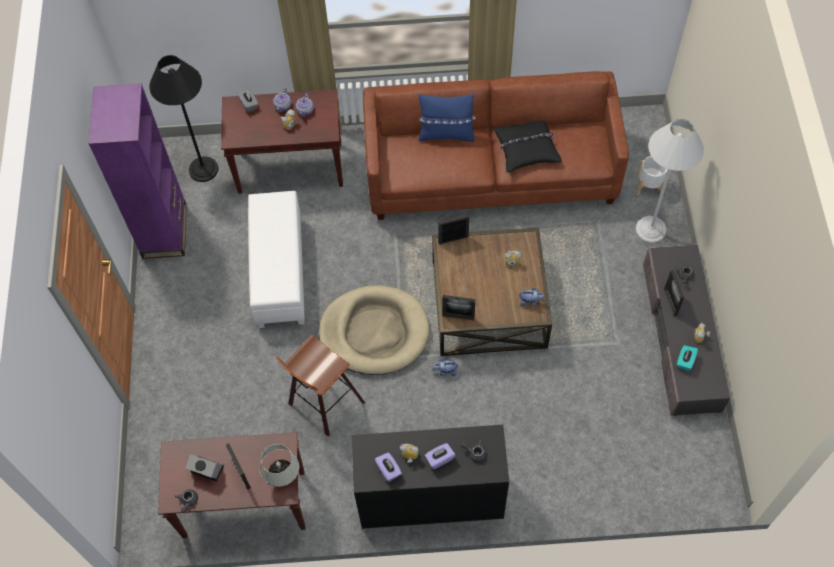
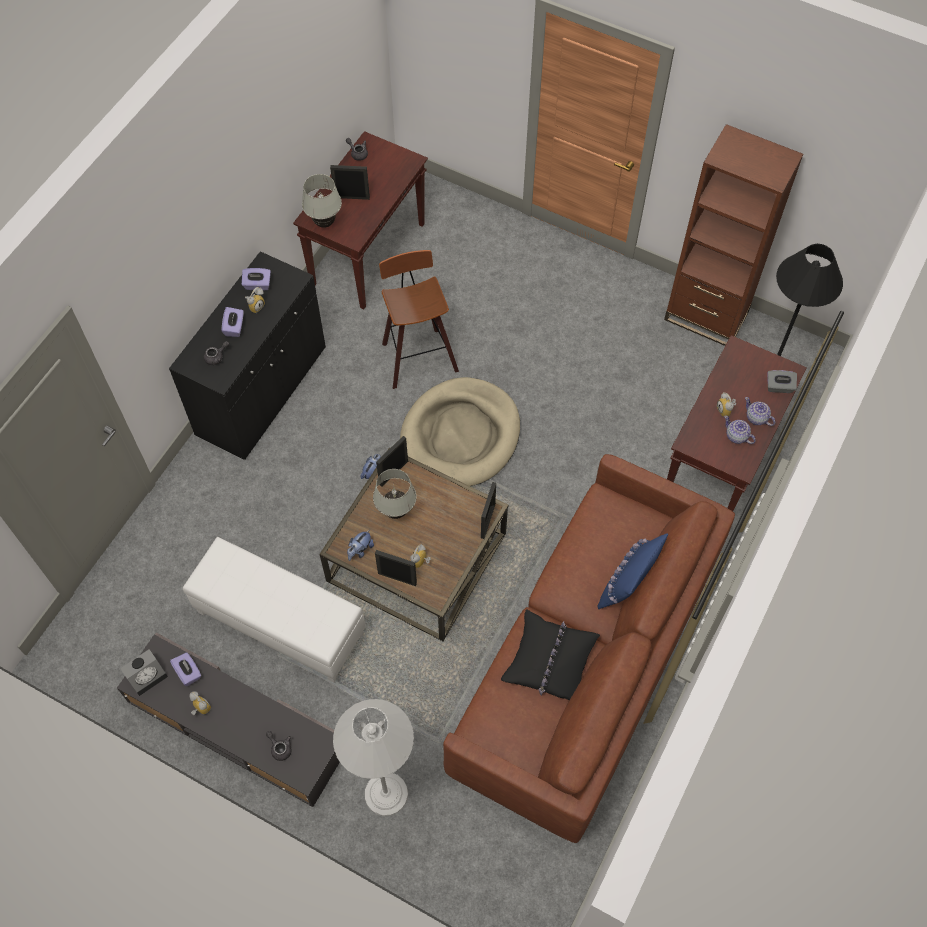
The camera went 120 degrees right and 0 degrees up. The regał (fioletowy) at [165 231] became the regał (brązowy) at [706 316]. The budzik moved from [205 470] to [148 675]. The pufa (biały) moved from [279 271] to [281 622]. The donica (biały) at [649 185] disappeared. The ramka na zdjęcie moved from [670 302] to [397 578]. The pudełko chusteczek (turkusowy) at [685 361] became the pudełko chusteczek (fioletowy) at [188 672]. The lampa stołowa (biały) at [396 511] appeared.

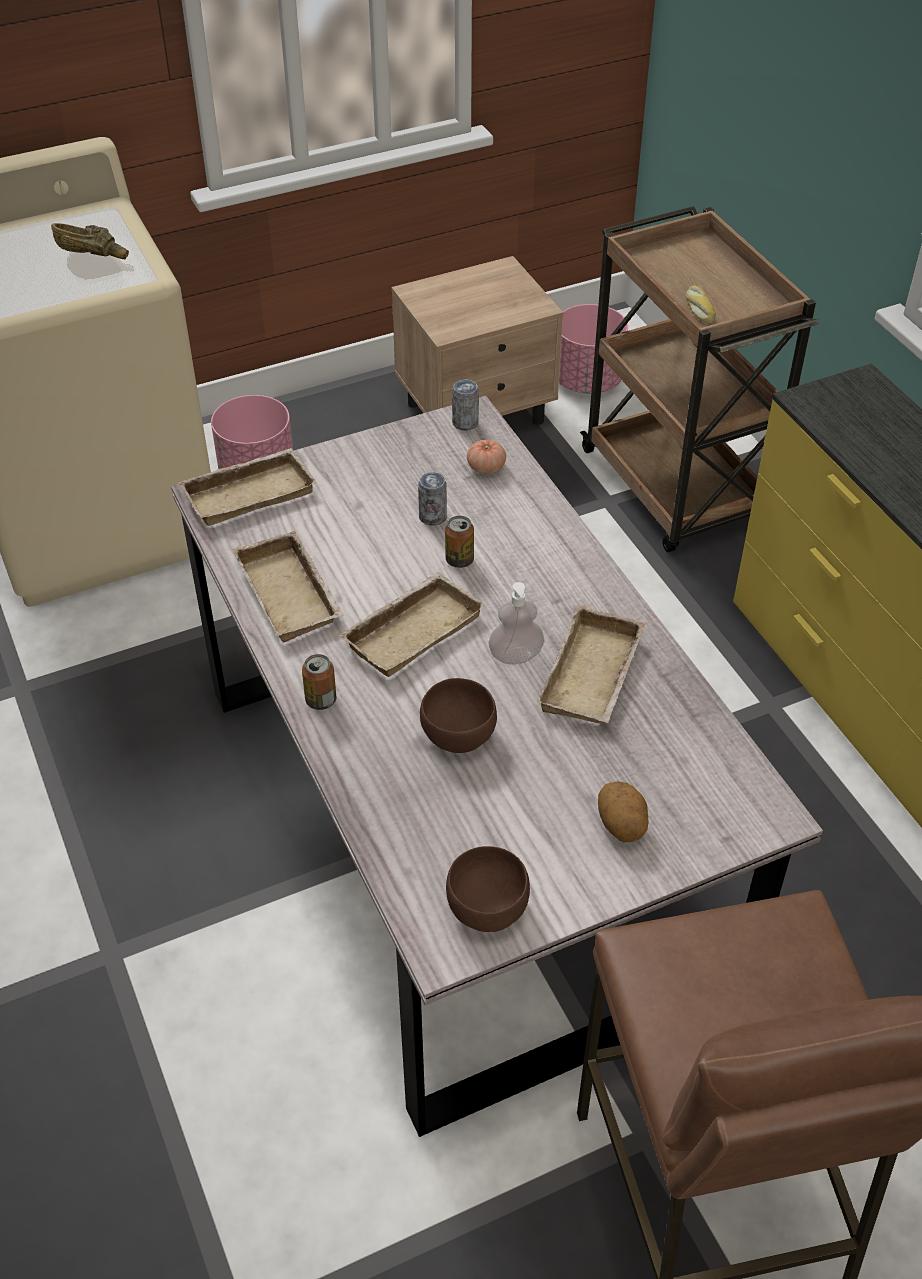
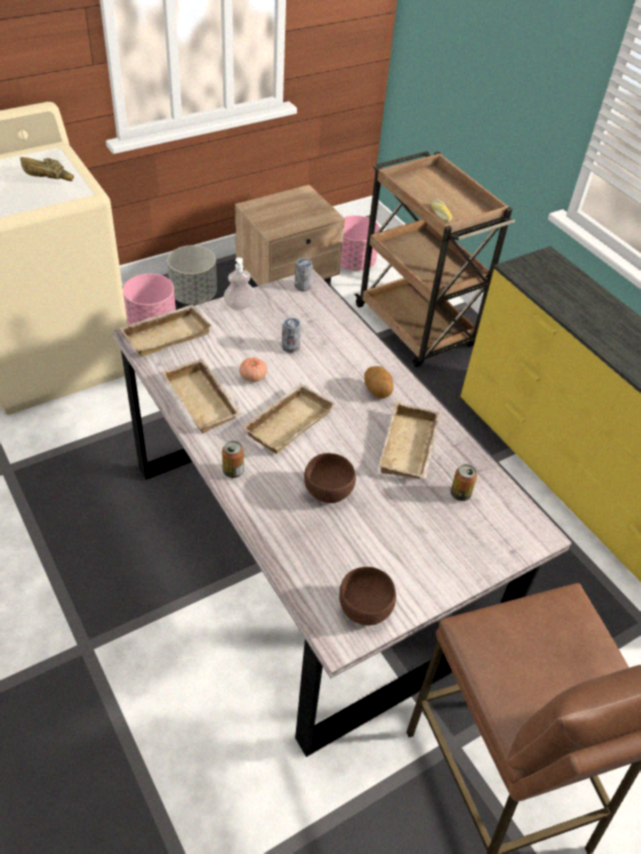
The camera went 10 degrees left and 0 degrees up. The puszka moved from [459 560] to [460 494]. The pomidor moved from [486 467] to [253 377]. The dozownik mydła moved from [515 655] to [239 305]. The ziemniak moved from [622 825] to [377 391]. The donica (szary) at [194 295] appeared.

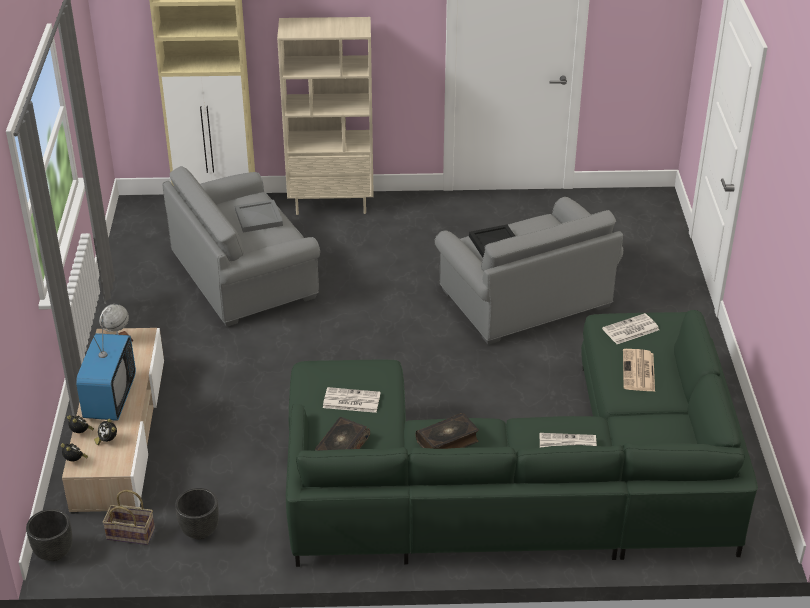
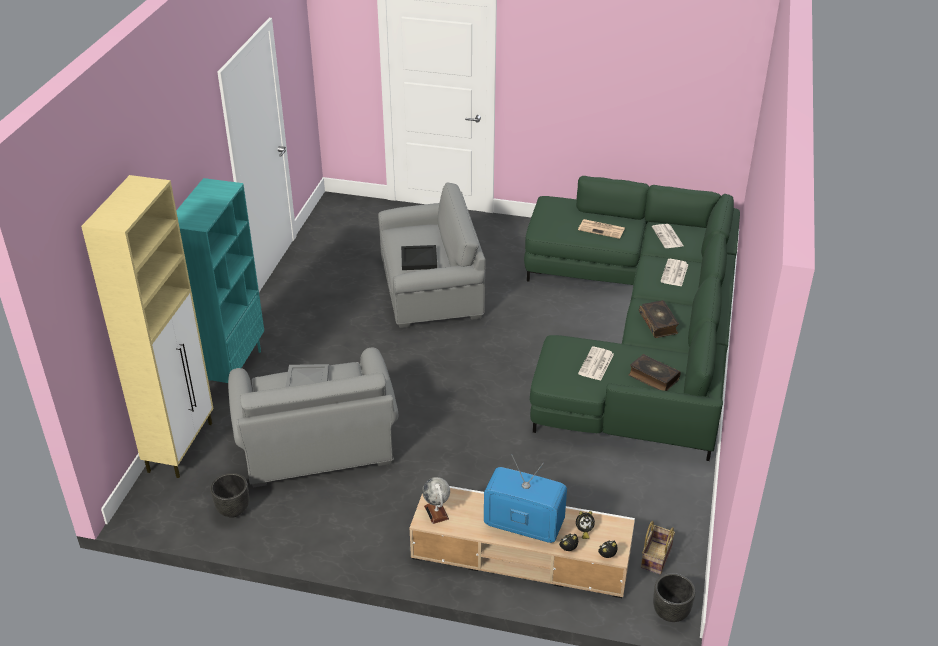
The camera went 75 degrees left and 0 degrees up. The donica (czarny) moved from [200 530] to [233 510]. The regał (beżowy) at [332 204] became the regał (turkusowy) at [231 369]. The gazeta moved from [630 330] to [668 237].

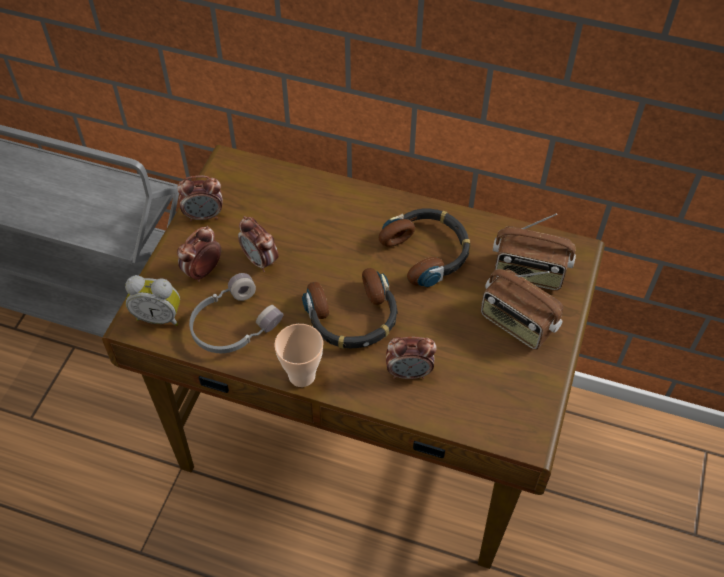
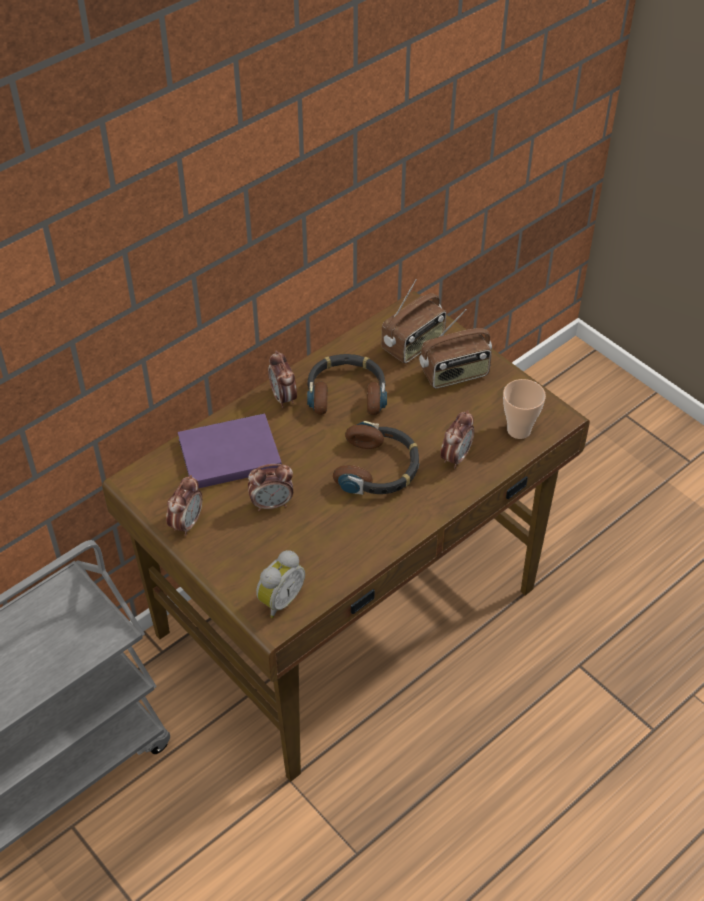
The camera went 60 degrees left and 5 degrees down. The budzik moved from [203 271] to [283 398]. The słuchawki (szary) at [232 324] disappeared. The filiżanka moved from [302 375] to [519 430]. The książka (fioletowy) at [226 454] appeared.

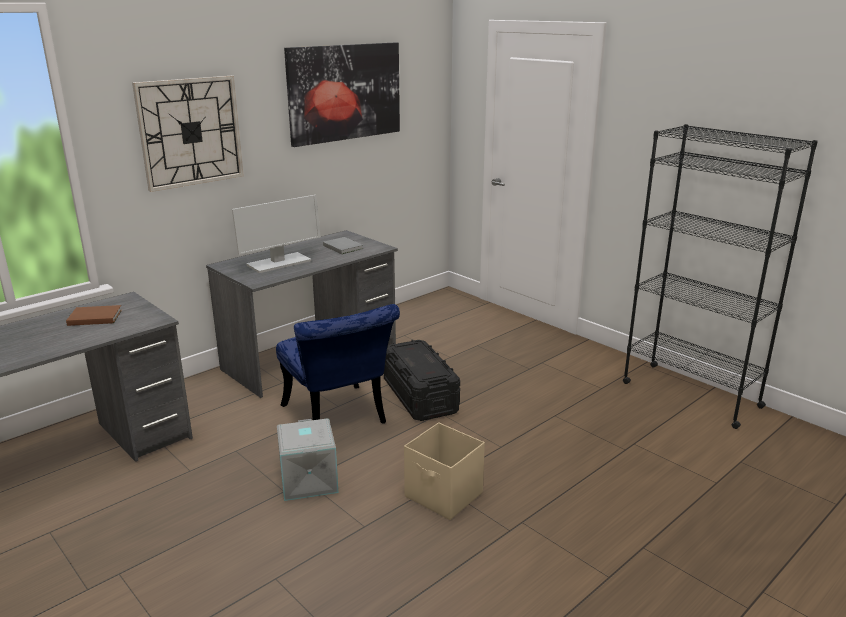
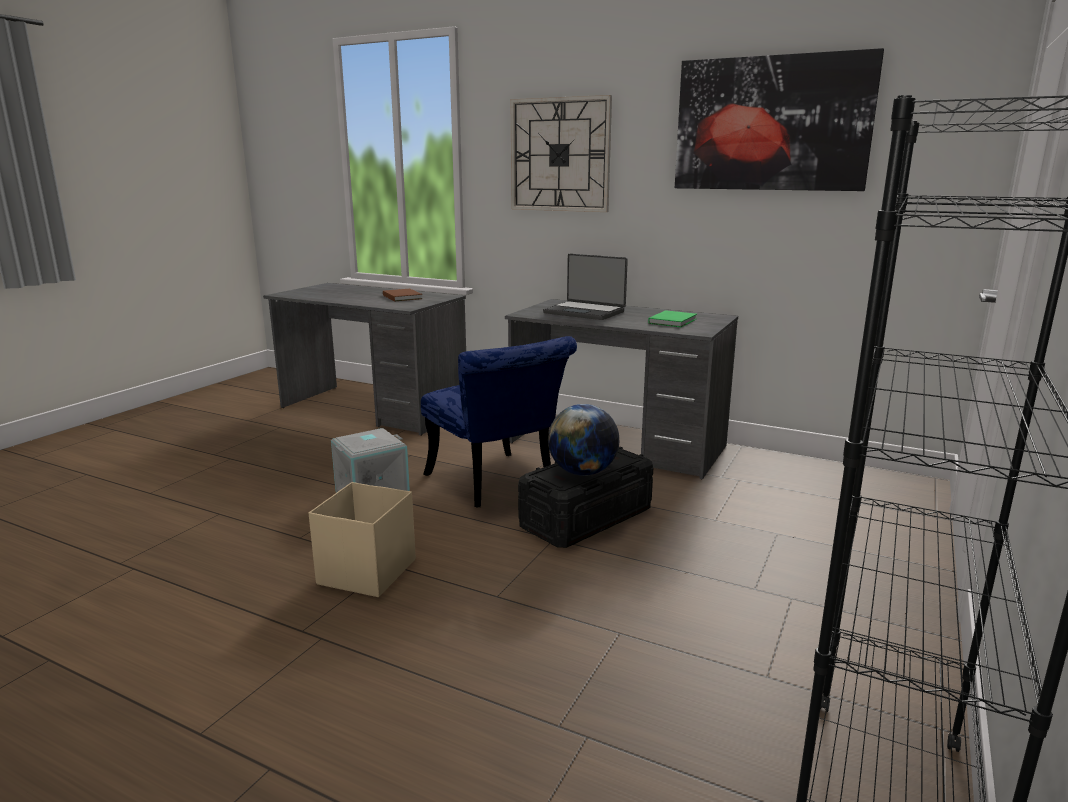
The camera went 70 degrees right and 5 degrees down. The monitor at [278 263] was replaced by the laptop at [585 312]. The krzesło (niebieski) at [338 418] turned 75 degrees counterclockwise. The książka (szary) at [343 247] became the książka (zielony) at [674 321]. The globus at [583 472] appeared.

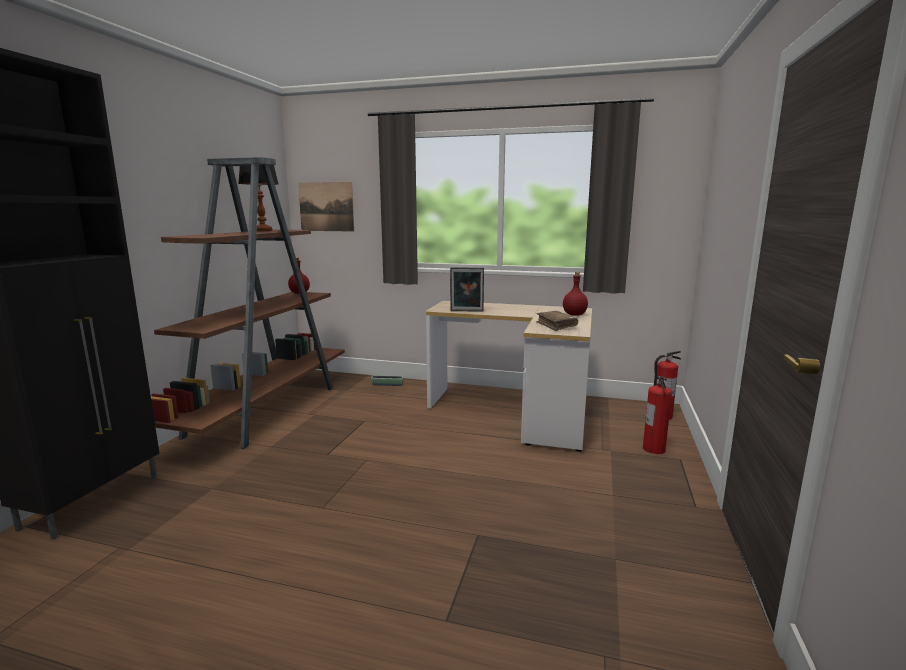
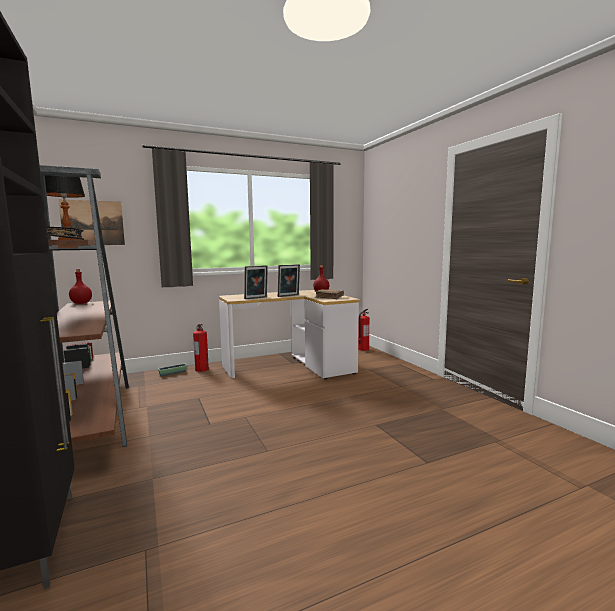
The camera went 40 degrees left and 5 degrees down. The gaśnica moved from [653 448] to [201 369]. The książka (czarny) at [66 239] appeared. The ramka na zdjęcie at [289 296] appeared.

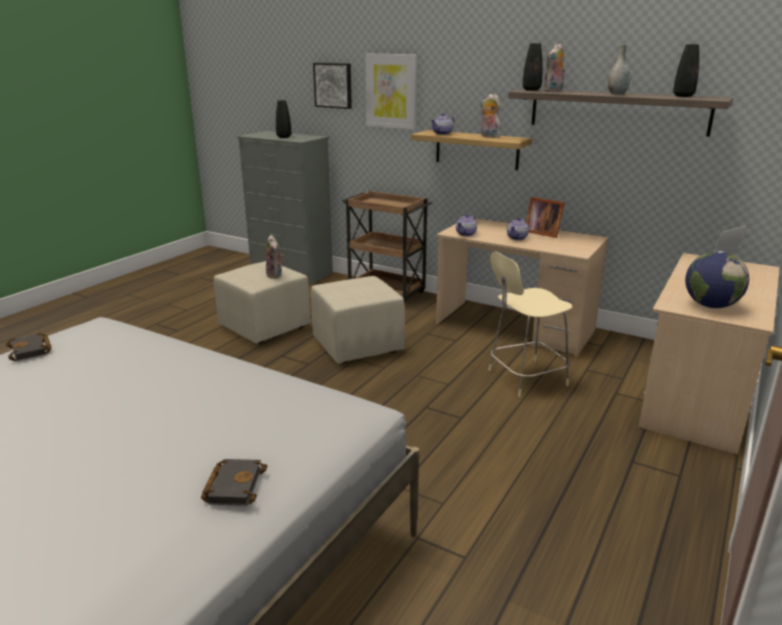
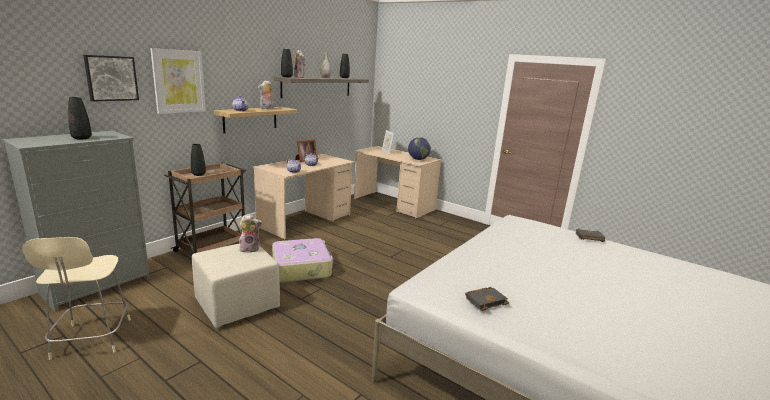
The camera went 85 degrees left and 5 degrees down. The pufa (beżowy) at [358 346] was replaced by the walizka at [302 267]. The krzesło (beżowy) moved from [524 378] to [91 340]. The wazon (czarny) at [198 174] appeared.

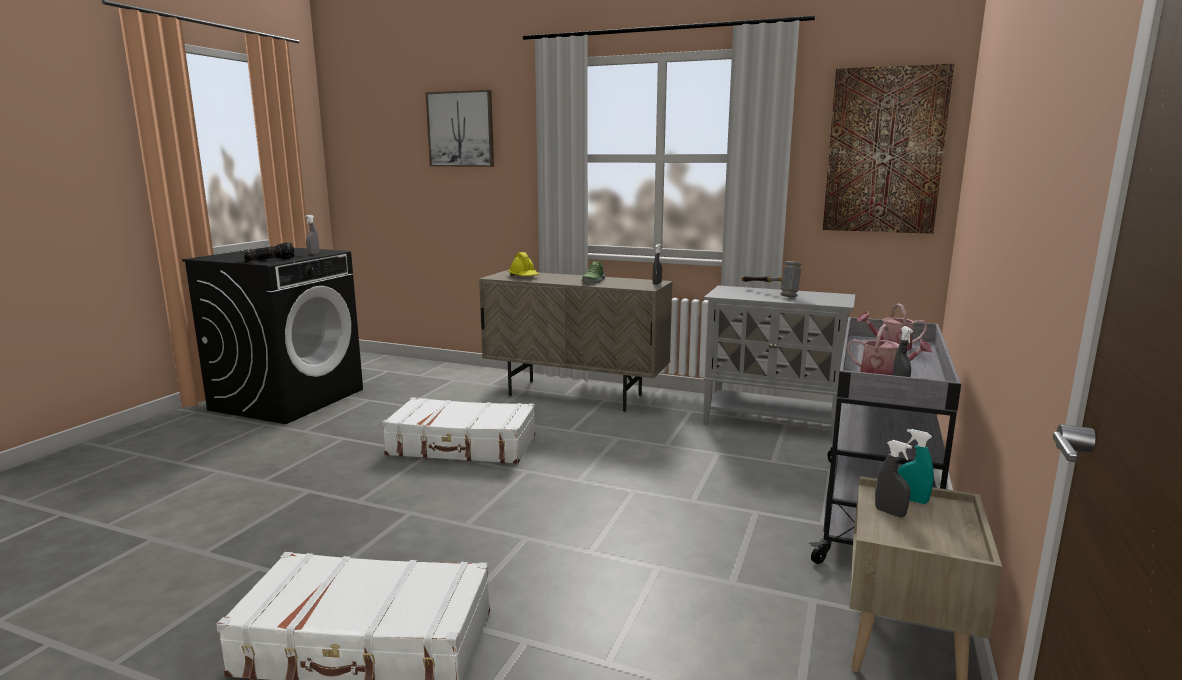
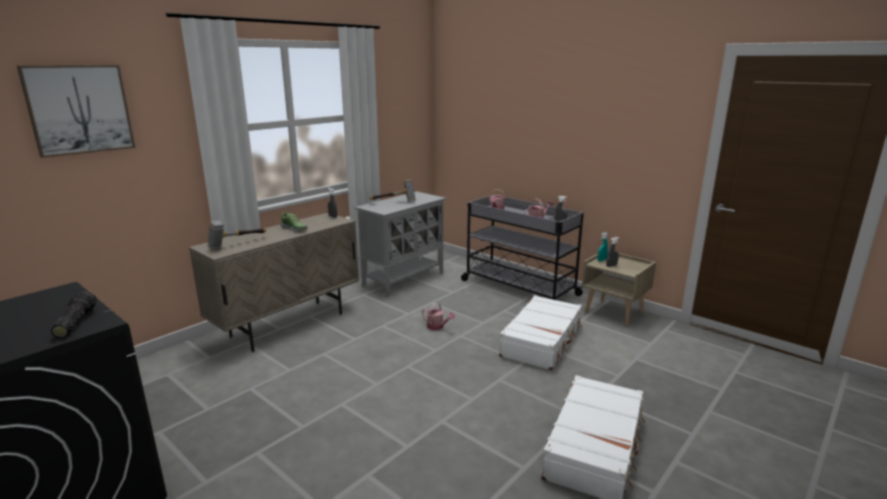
The camera went 70 degrees left and 5 degrees up. The spryskiwacz (szary) at [313 254] disappeared. The walizka (biały) moved from [462 446] to [542 341]. The kask (żółty) at [524 276] was replaced by the młotek at [237 244]. The obraz at [884 151] disappeared. The konewka at [437 327] appeared.

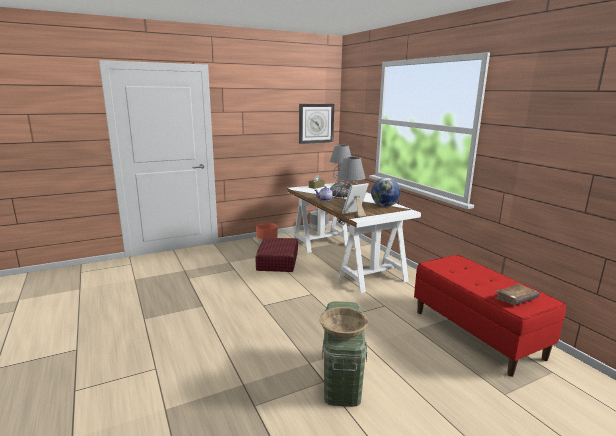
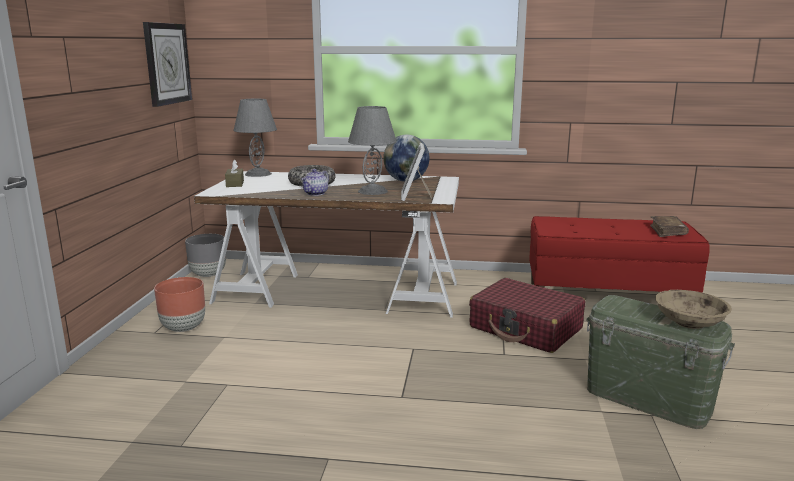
The camera went 55 degrees left and 0 degrees up. The walizka (czerwony) moved from [277 262] to [526 328].

